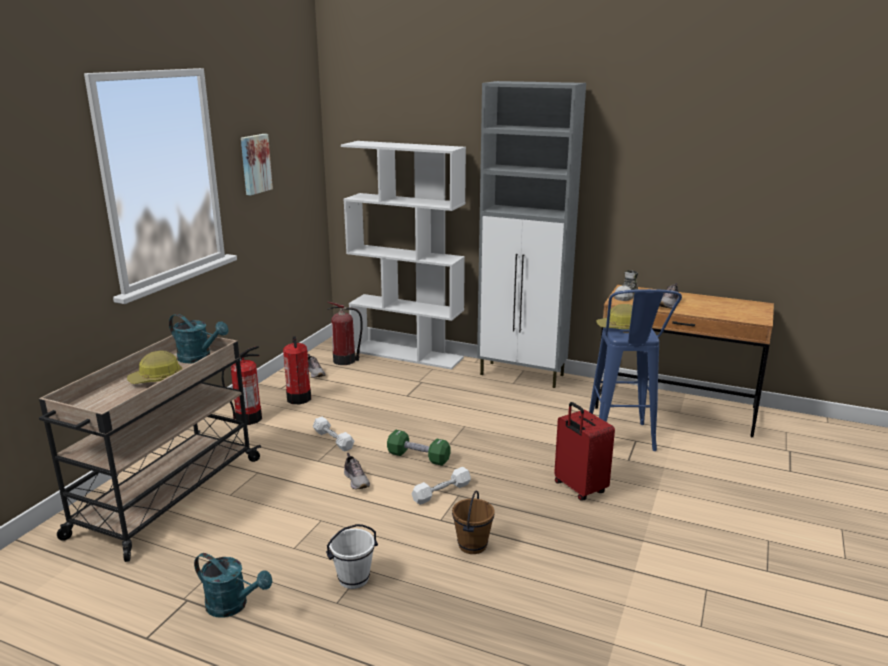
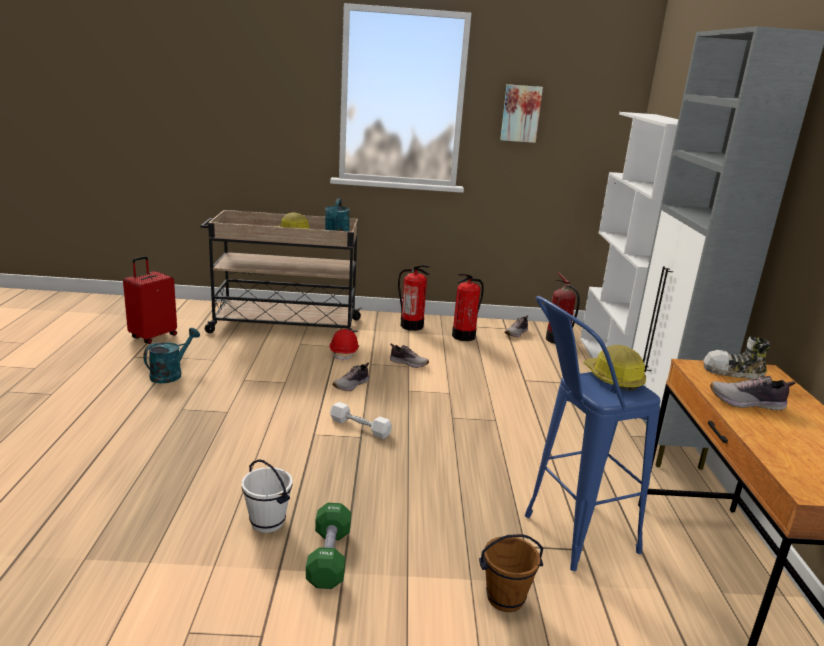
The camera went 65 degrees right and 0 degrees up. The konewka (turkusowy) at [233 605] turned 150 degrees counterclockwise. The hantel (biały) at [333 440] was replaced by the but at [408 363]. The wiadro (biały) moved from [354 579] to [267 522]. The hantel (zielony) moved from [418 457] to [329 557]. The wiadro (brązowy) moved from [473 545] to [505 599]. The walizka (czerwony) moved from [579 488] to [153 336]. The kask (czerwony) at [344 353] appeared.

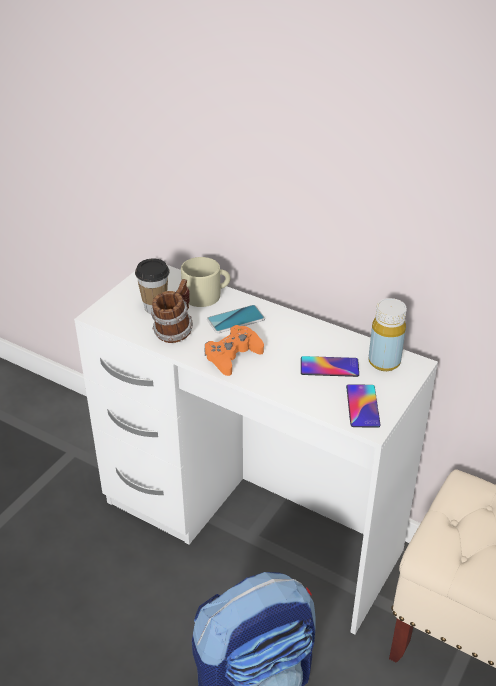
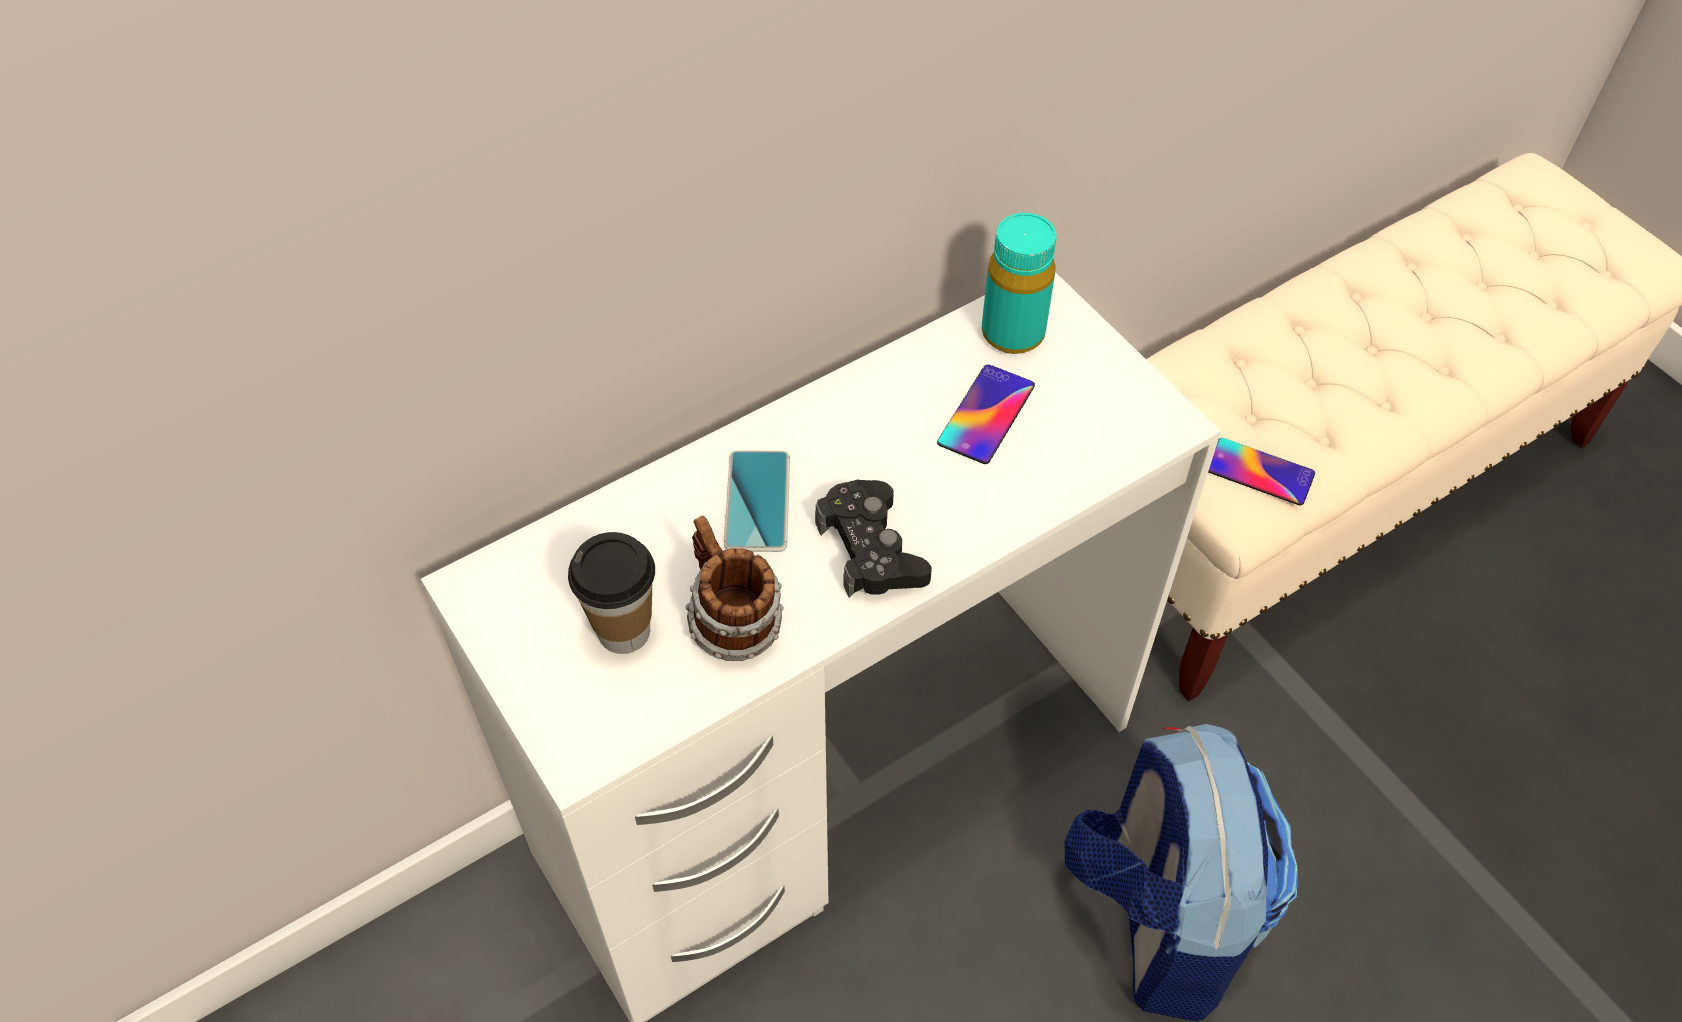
The camera went 65 degrees left and 15 degrees up. The kubek (beżowy) at [206 295] disappeared. The pad do gier (pomarańczowy) at [233 355] became the pad do gier (czarny) at [871 549]. The telefon moved from [362 406] to [1260 472]. The butelka (żółty) at [384 362] became the butelka (turkusowy) at [1013 333].

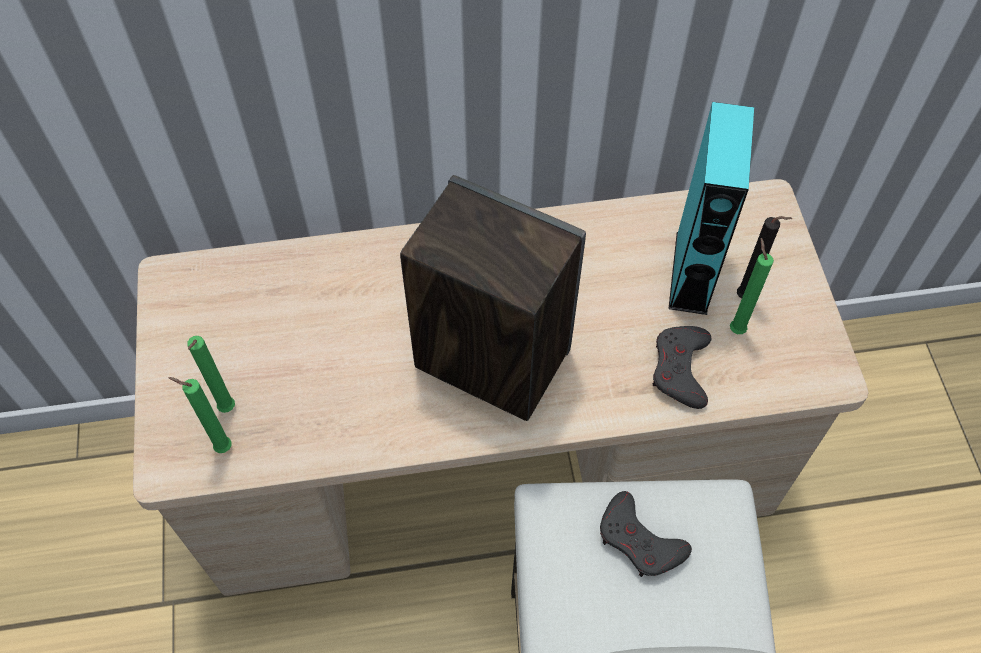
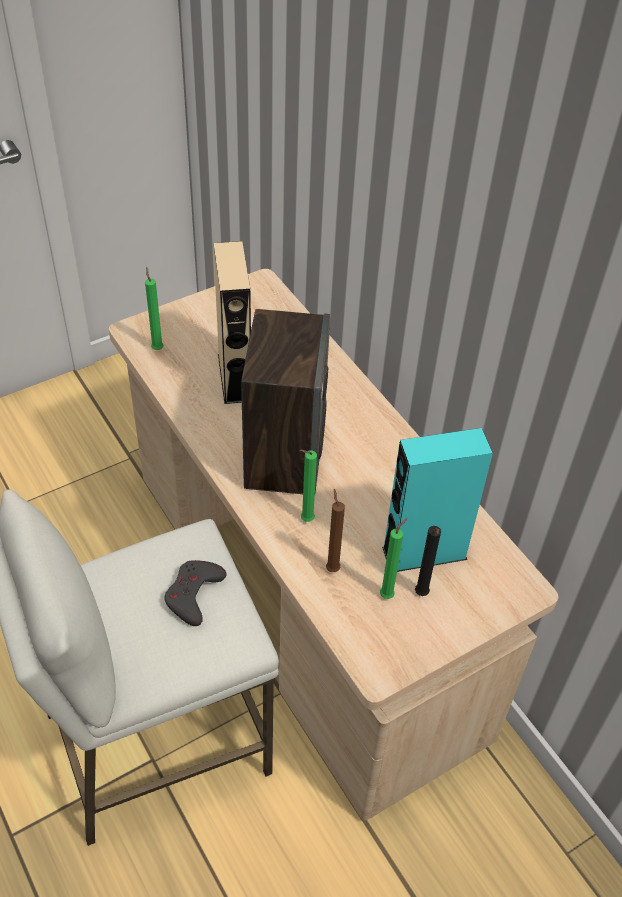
The camera went 65 degrees right and 10 degrees down. The świeca (zielony) moved from [226 410] to [305 520]. The pad do gier (szary) at [680 369] was replaced by the świeca (brązowy) at [332 567]. The głośnik (beżowy) at [235 377] appeared.

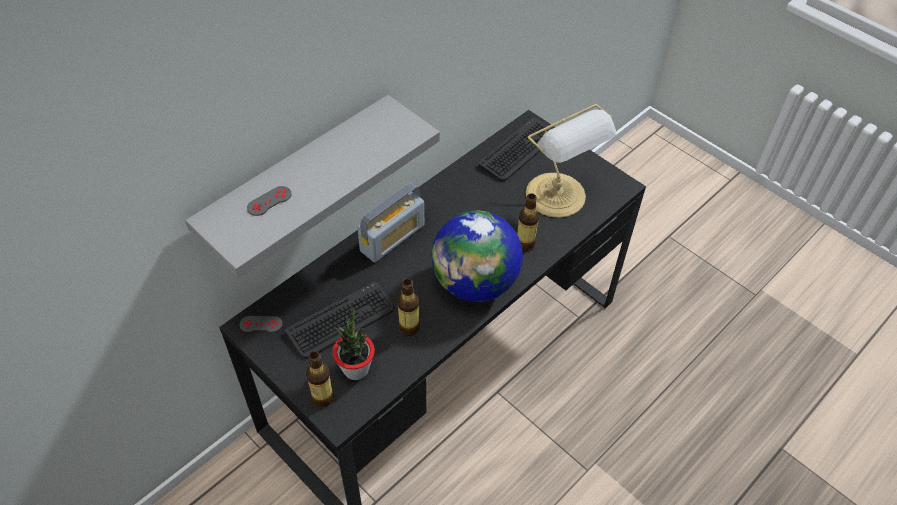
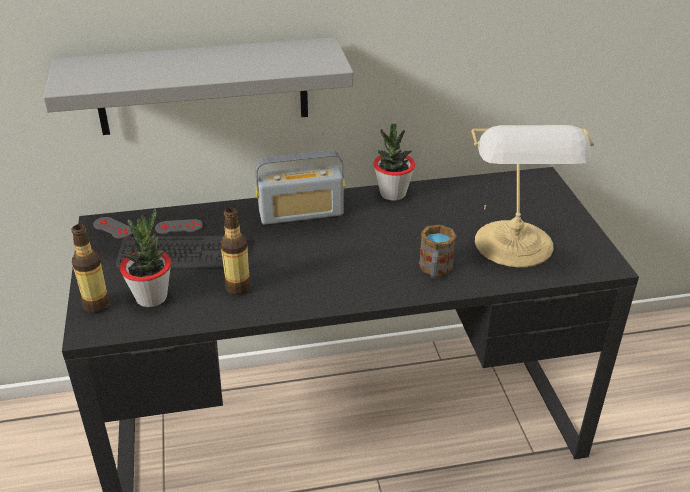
The camera went 35 degrees right and 15 degrees down. The pad do gier (szary) moved from [269 201] to [179 227]. The globus at [475 283] disappeared. The klawiatura at [518 150] disappeared. The butelka at [525 243] was replaced by the kubek at [435 270]. The roślina doniczkowa at [392 194] appeared.

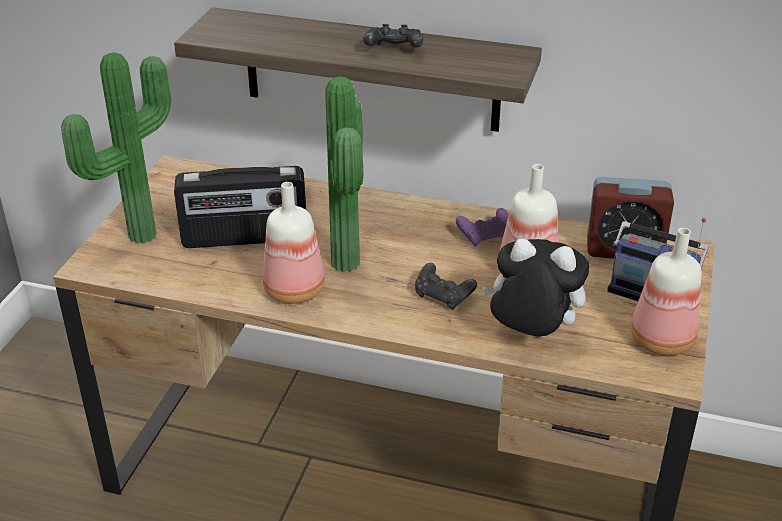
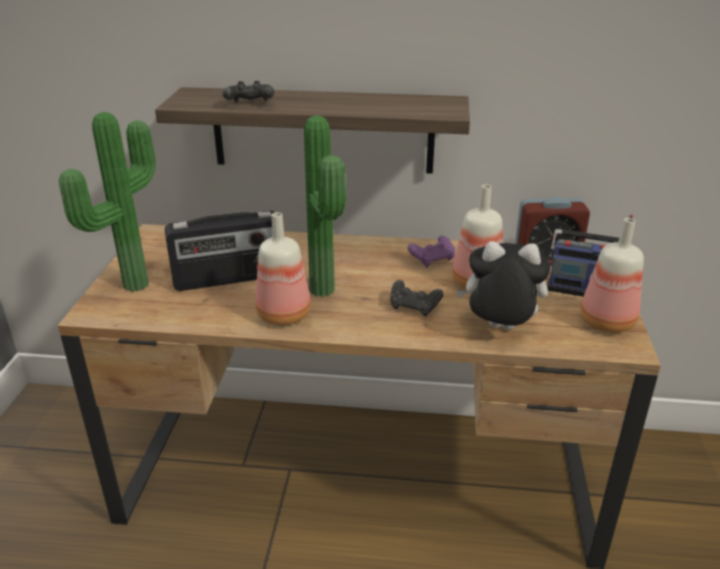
The camera went 10 degrees left and 5 degrees down. The pad do gier (czarny) moved from [394 51] to [250 104].

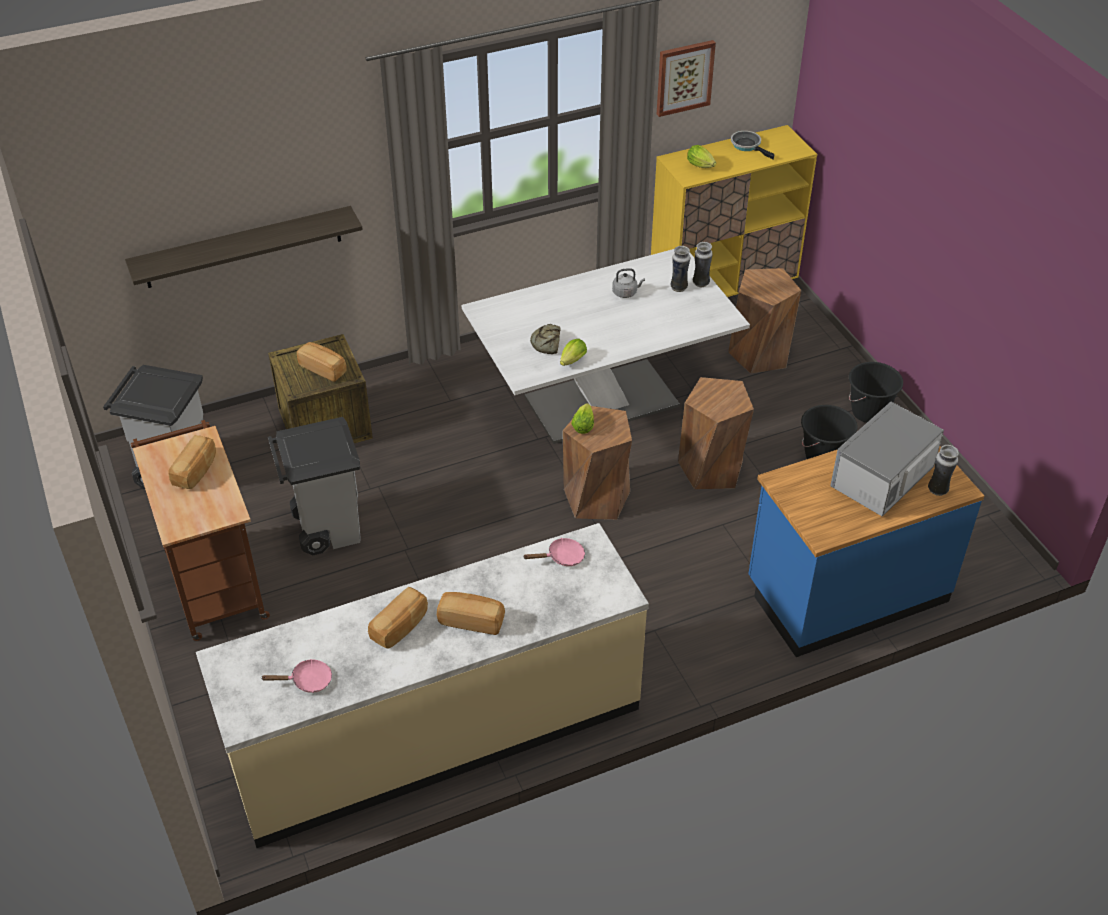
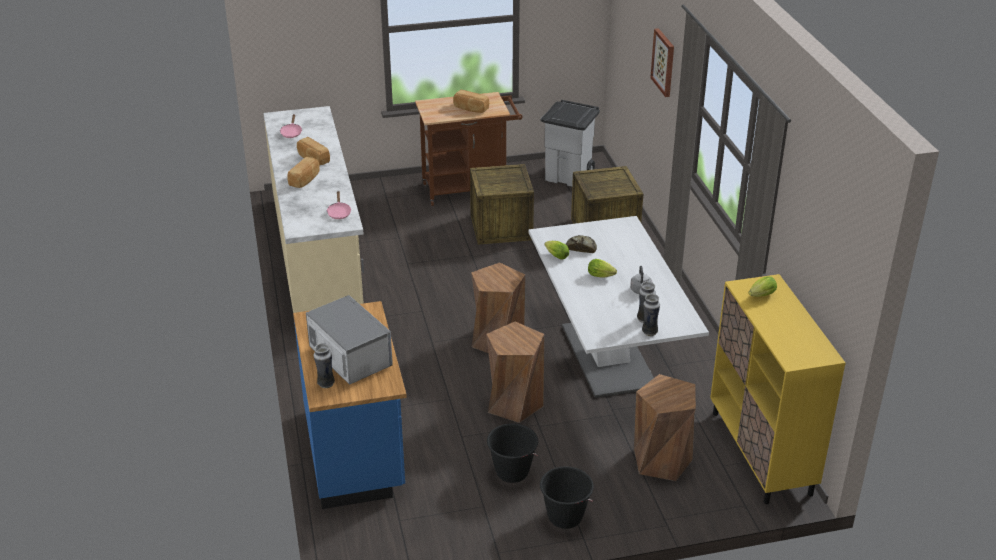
The camera went 100 degrees right and 10 degrees down. The półka at [243 247] disappeared. The kosz na śmieci (szary) at [326 528] was replaced by the skrzynka at [501 227]. The chleb at [323 369] disappeared. The sałata moved from [583 425] to [602 276]. The obraz moved from [684 77] to [664 62]. The patelnia at [747 146] disappeared.

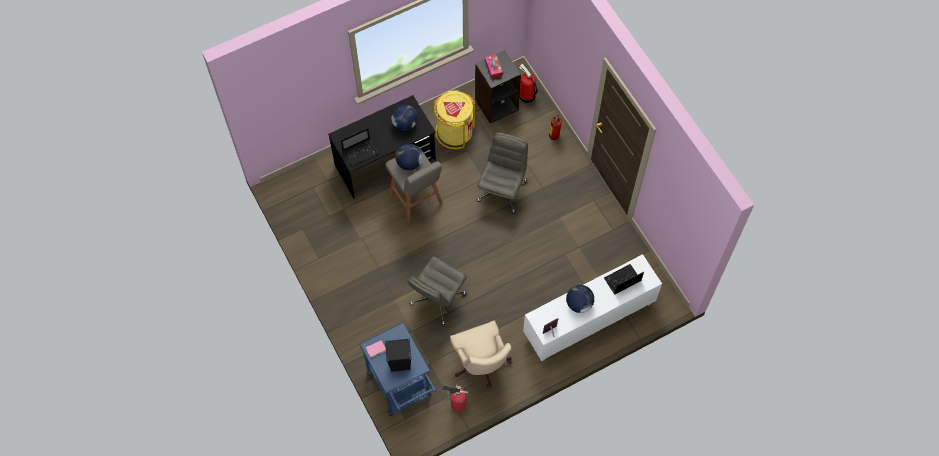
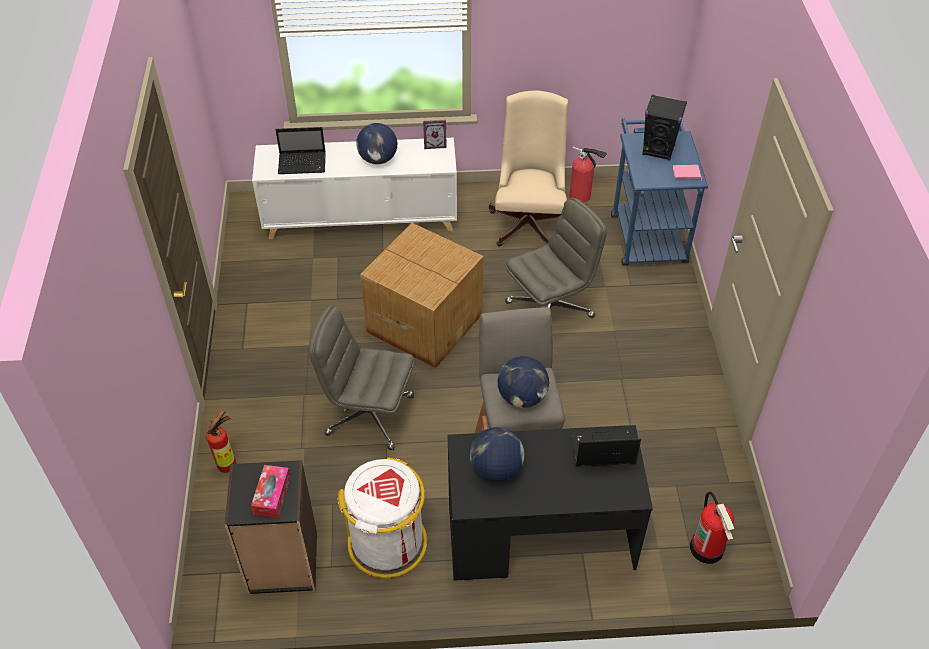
The camera went 155 degrees left and 15 degrees down. The kosz na śmieci (żółty) at [454 132] became the kosz na śmieci (biały) at [388 543]. The krzesło biurowe (szary) at [502 190] turned 60 degrees clockwise. The gaśnica moved from [526 95] to [707 548]. The karton at [424 321] appeared.

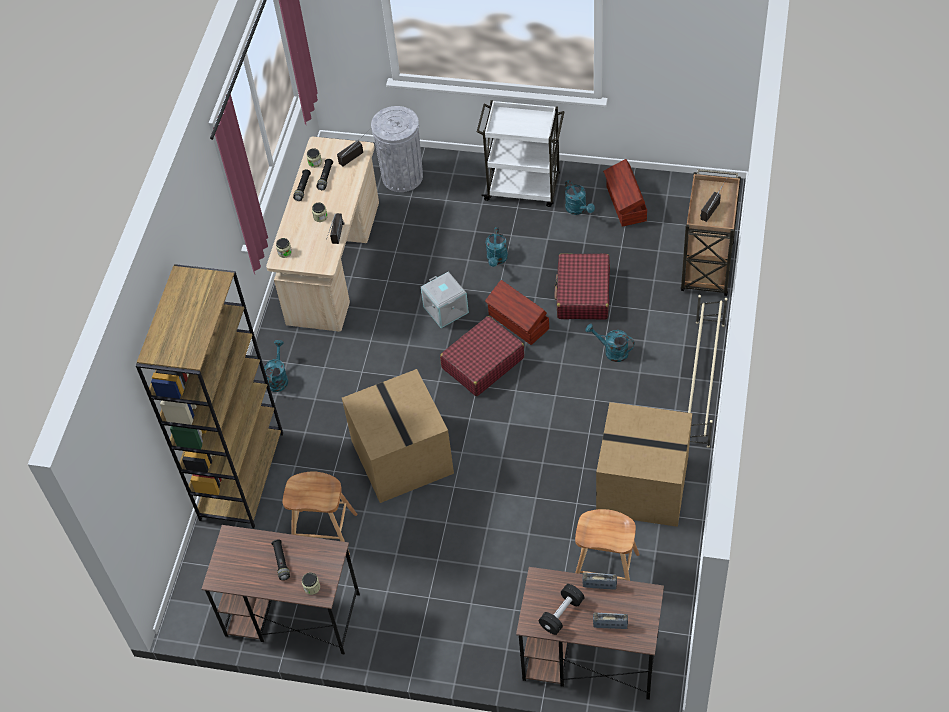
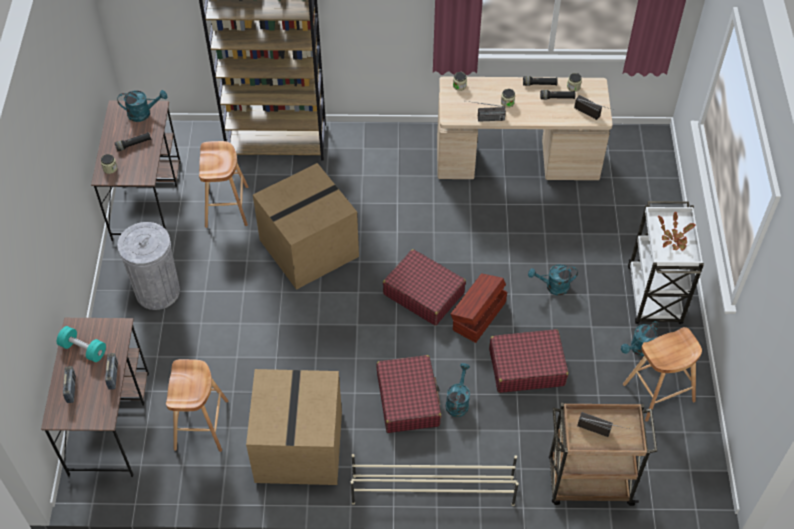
The camera went 75 degrees right and 0 degrees up. The konewka (turkusowy) moved from [278 378] to [143 113]. The kosz na śmieci (szary) moved from [402 176] to [157 291]. The pojemnik do przechowywania (szary) at [446 309] disappeared. The hantel (czarny) at [561 614] became the hantel (turkusowy) at [83 349]. The pojemnik do przechowywania (brązowy) at [625 204] was replaced by the stołek (brązowy) at [659 392]. The walizka (czerwony) at [408 399] appeared. The roślina doniczkowa at [673 239] appeared.

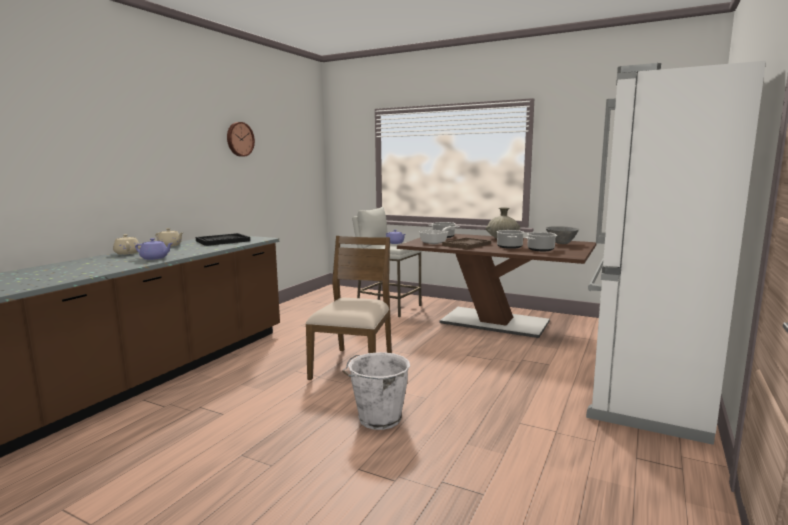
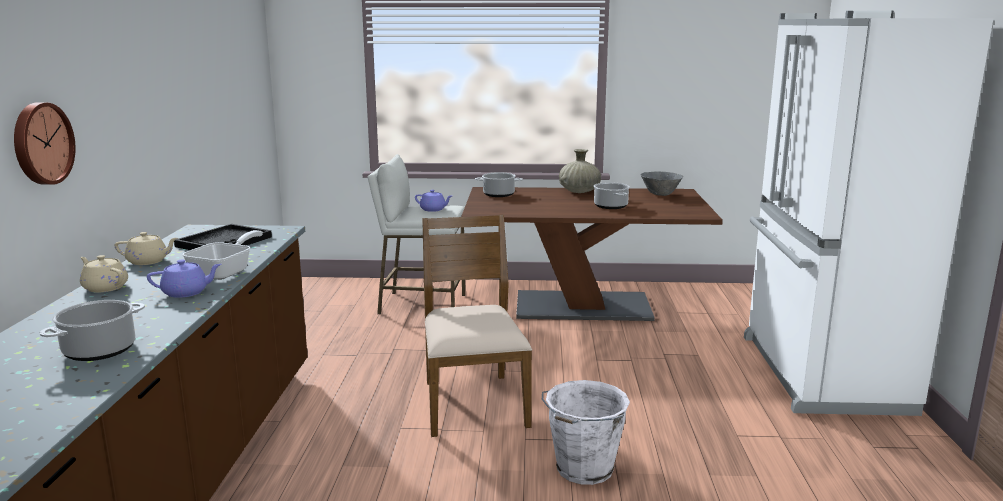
The camera went 25 degrees left and 5 degrees up. The zegar ścienny moved from [239 139] to [41 143]. The patelnia moved from [436 242] to [226 271]. The taca (brązowy) at [466 245] disappeared. The garnek moved from [540 249] to [99 351].

